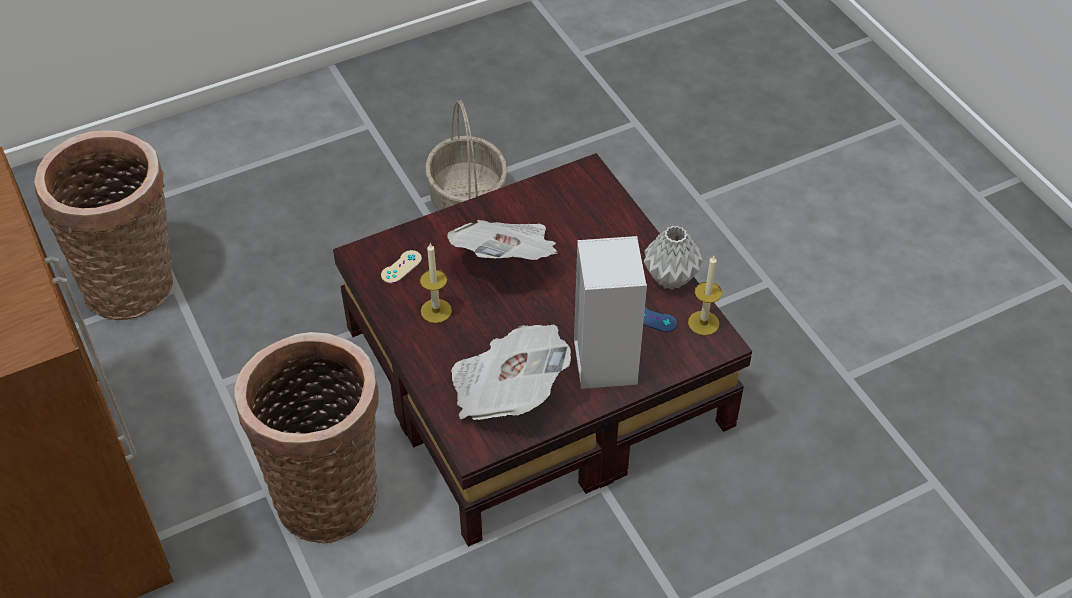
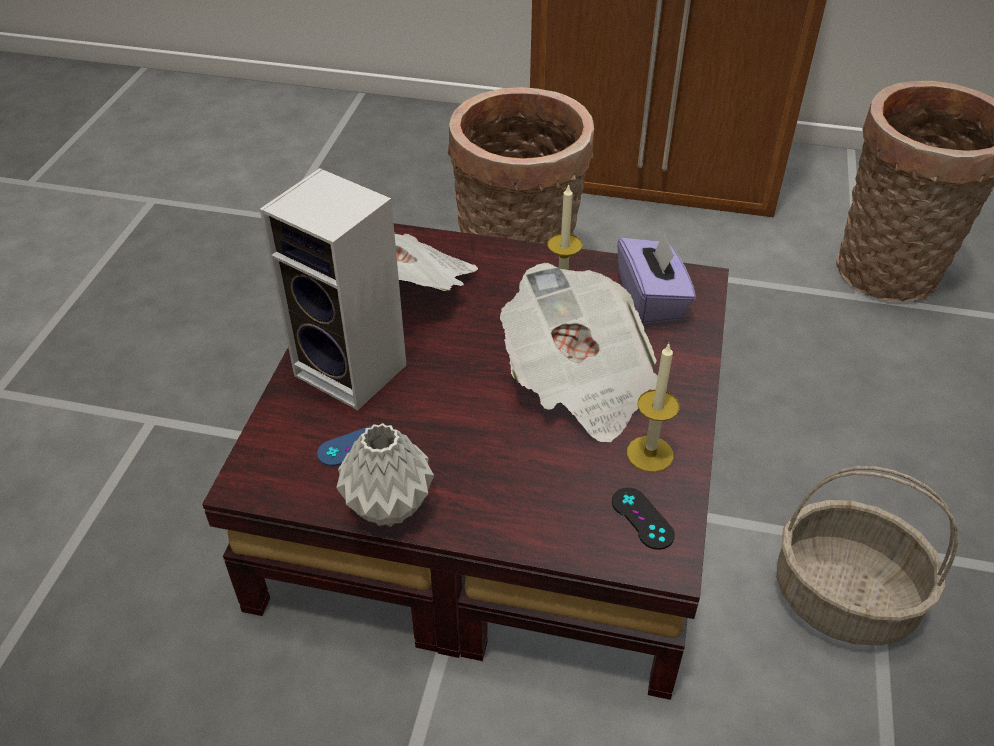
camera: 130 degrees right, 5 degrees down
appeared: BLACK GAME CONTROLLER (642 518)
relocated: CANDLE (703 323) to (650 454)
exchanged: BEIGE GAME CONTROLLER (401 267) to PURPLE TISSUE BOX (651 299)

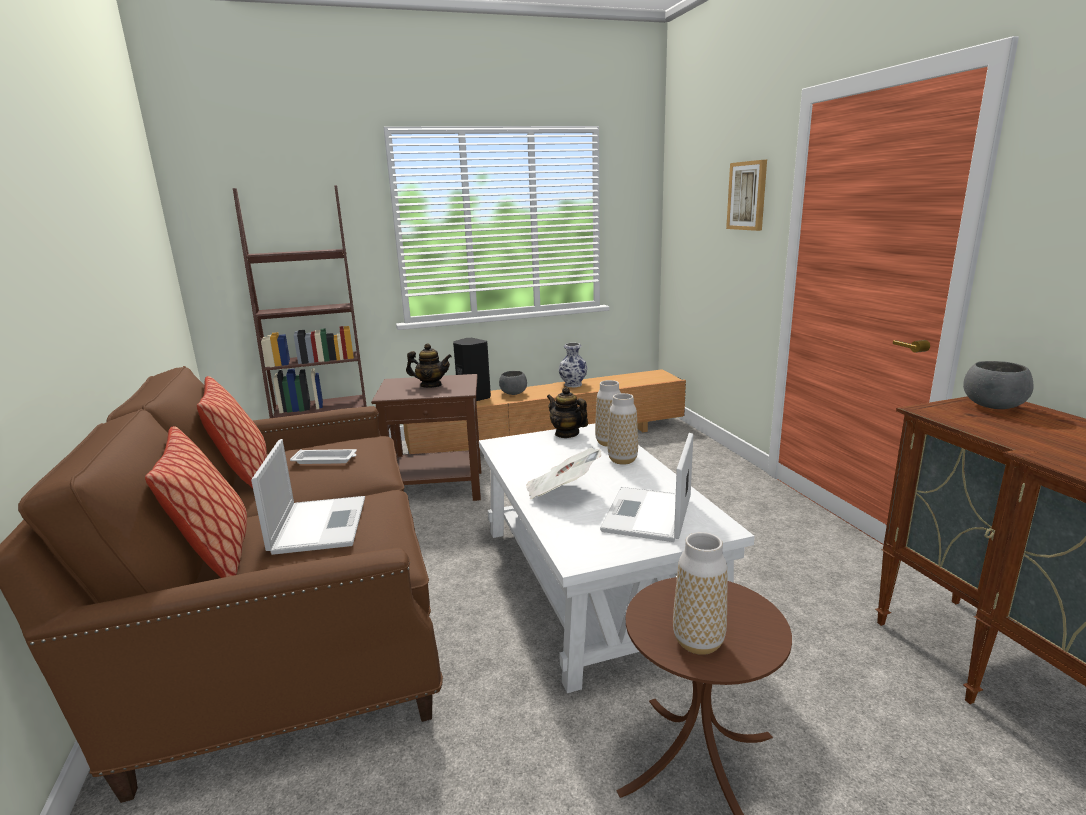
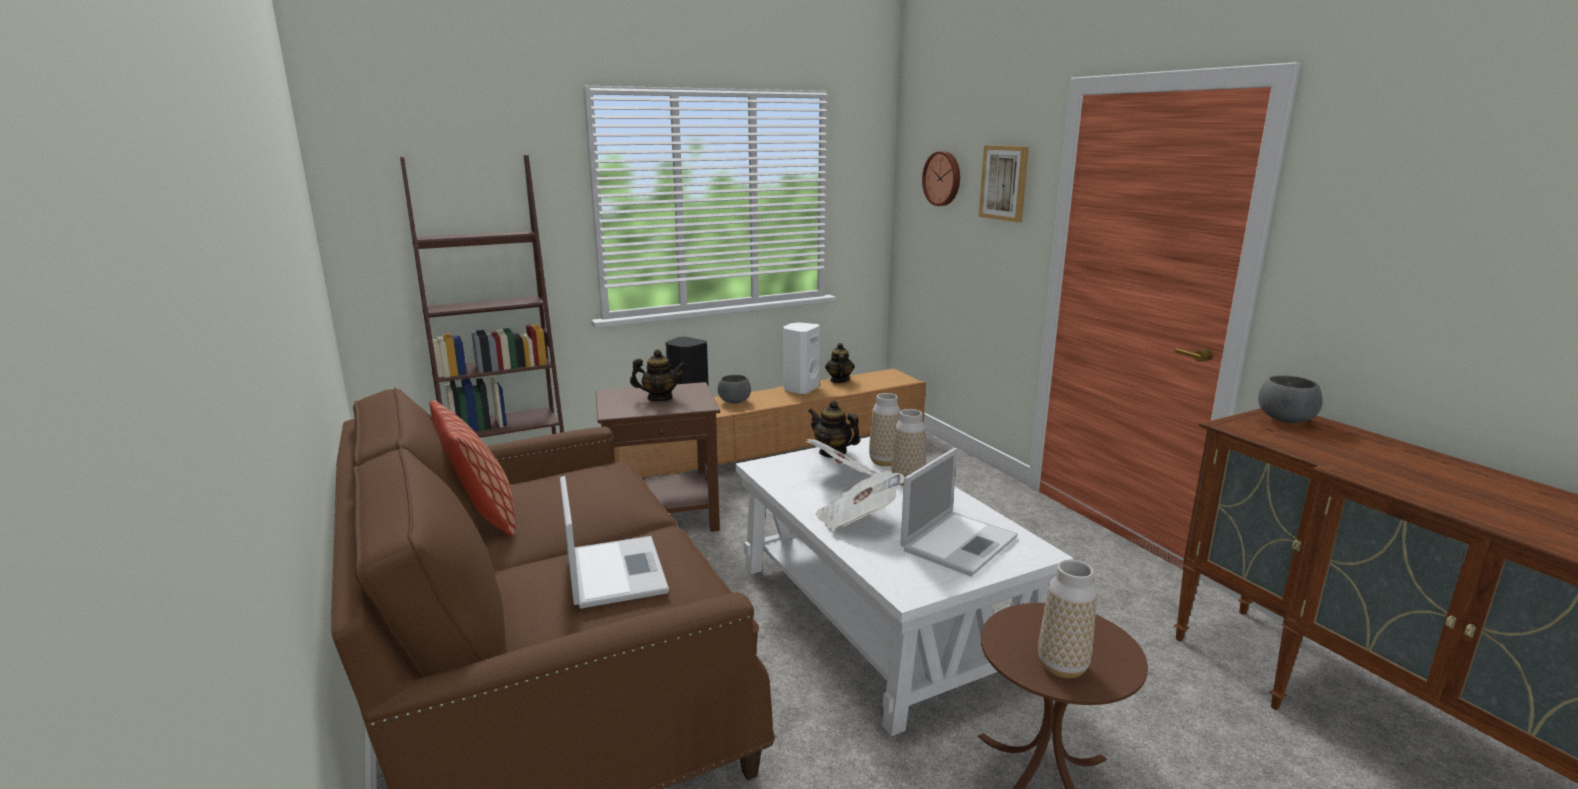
camera: 10 degrees left, 0 degrees up
missing: PILLOW (217 556); WHITE TRAY (326 460)
appeared: WALL CLOCK (943 178); TEAPOT (839 380); NEWSPAPER (843 476)
exchanged: VASE (573 384) to WHITE SPEAKER (800 389)
spun: LAPTOP (647 515) = (960 542) 150 degrees counterclockwise

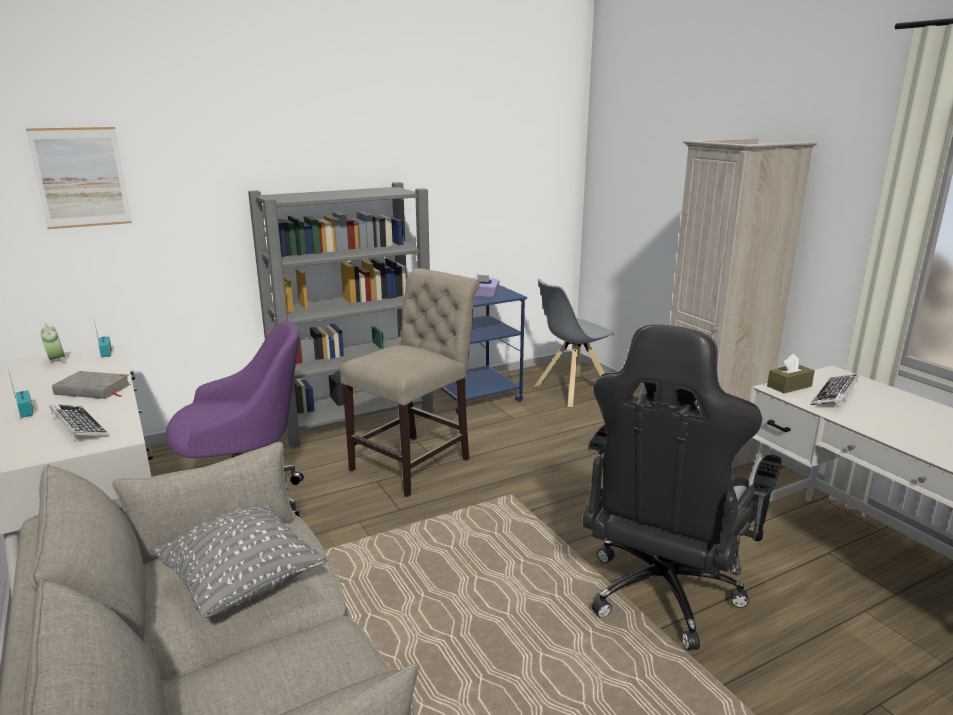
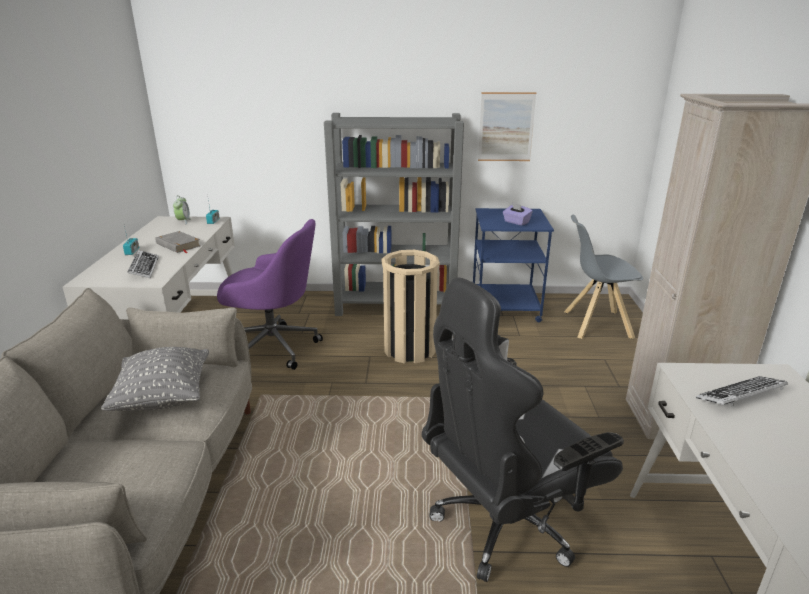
camera: 30 degrees right, 5 degrees up
missing: BROWN TISSUE BOX (789 386)
relocated: PICTURE (81 177) to (506 127)
exchanged: BEIGE CHAIR (416 462) to BEIGE TRASH CAN (410 350)

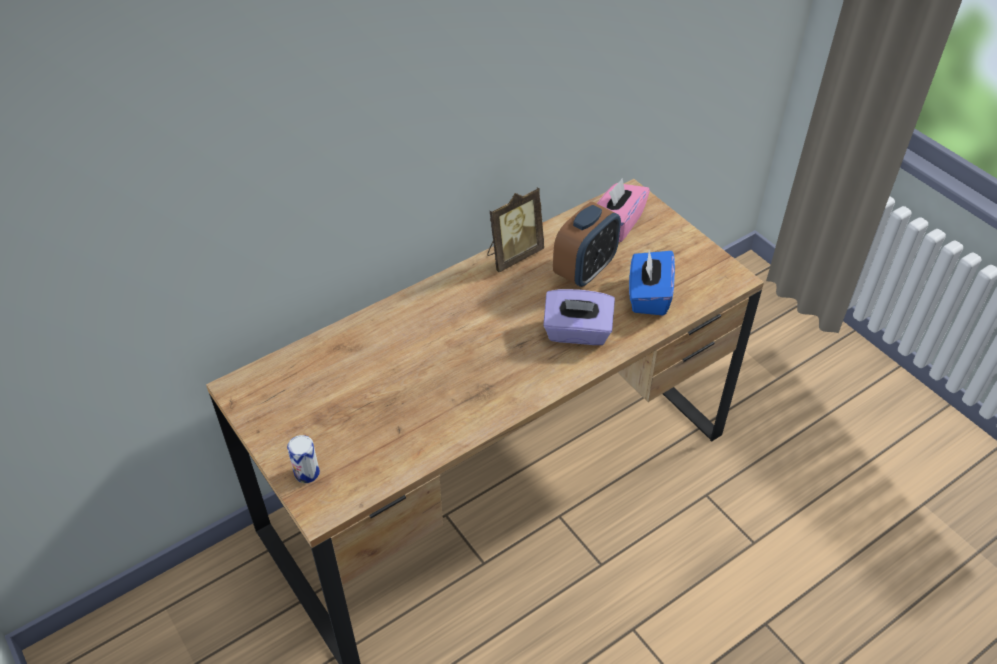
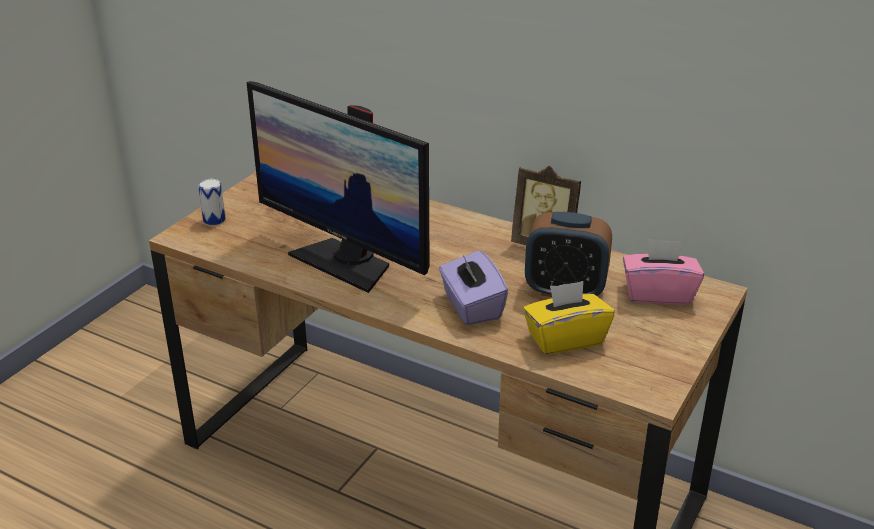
camera: 65 degrees right, 15 degrees down
appeared: MONITOR (346 261)
colour: BLUE TISSUE BOX (648 296) to YELLOW TISSUE BOX (565 339)

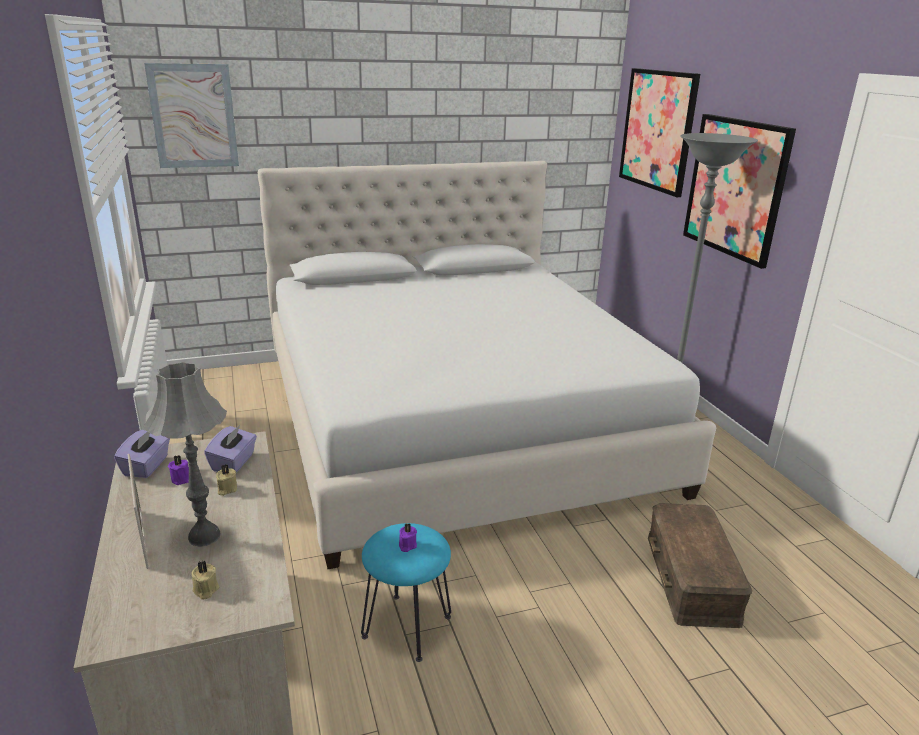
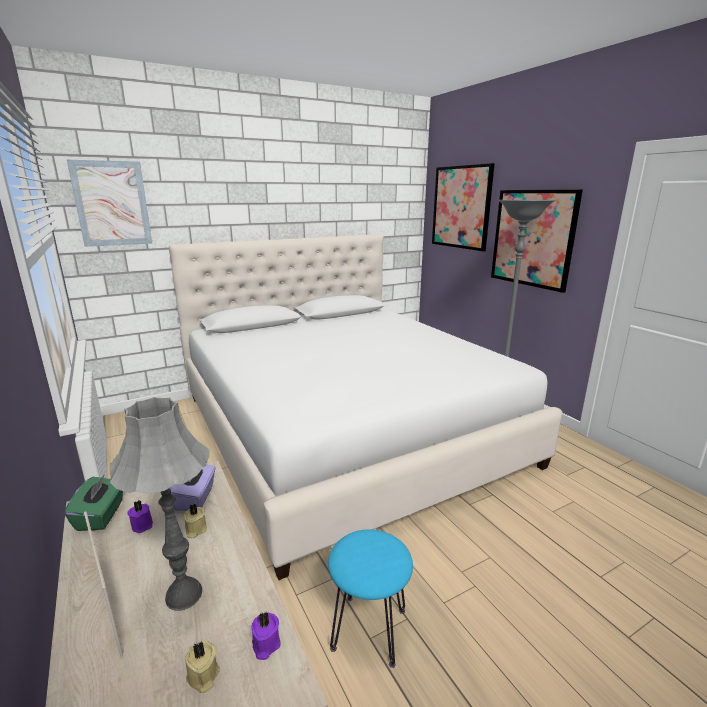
camera: 10 degrees left, 5 degrees down
missing: BROWN STORAGE BOX (693 578)
relocated: PURPLE CANDLE (407 545) to (265 645)
colour: PURPLE TISSUE BOX (146 466) to GREEN TISSUE BOX (101 515)

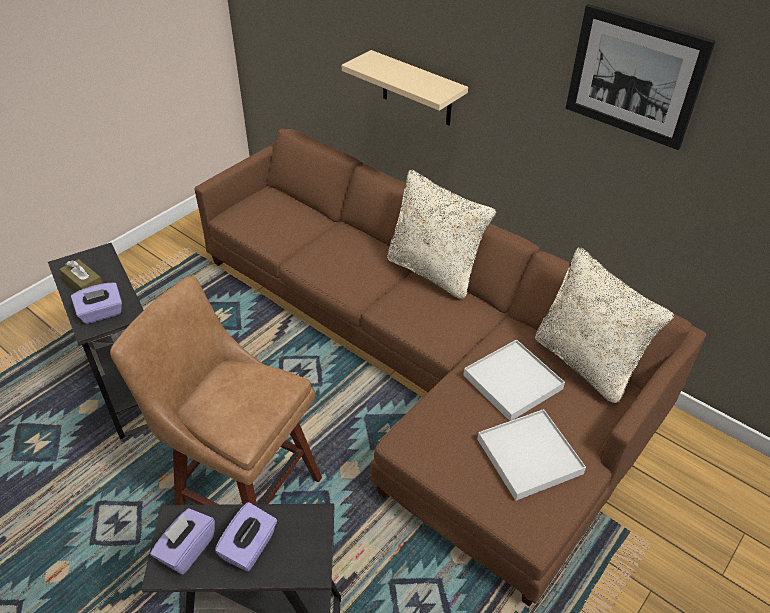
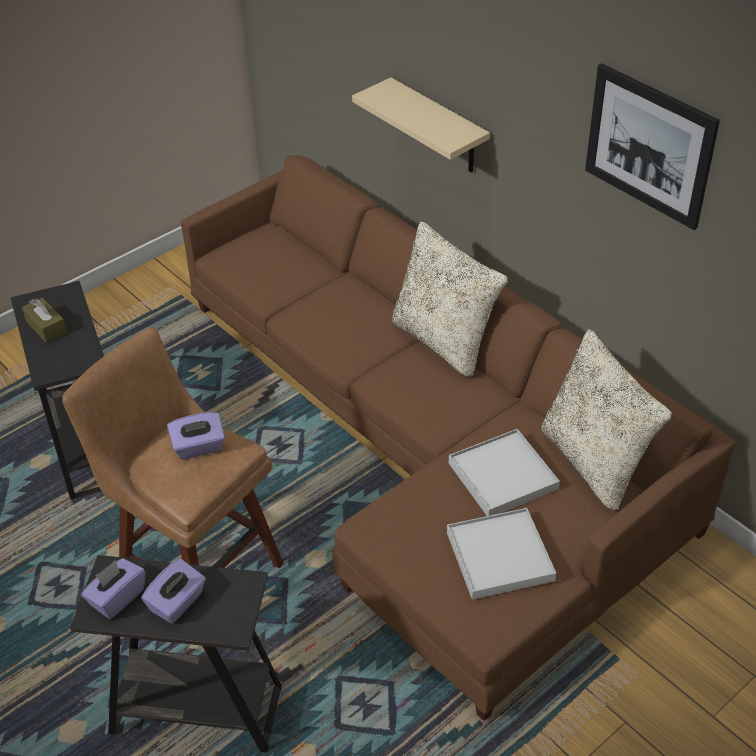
camera: 10 degrees right, 0 degrees up
relocated: PURPLE TISSUE BOX (101 313) to (198 447)

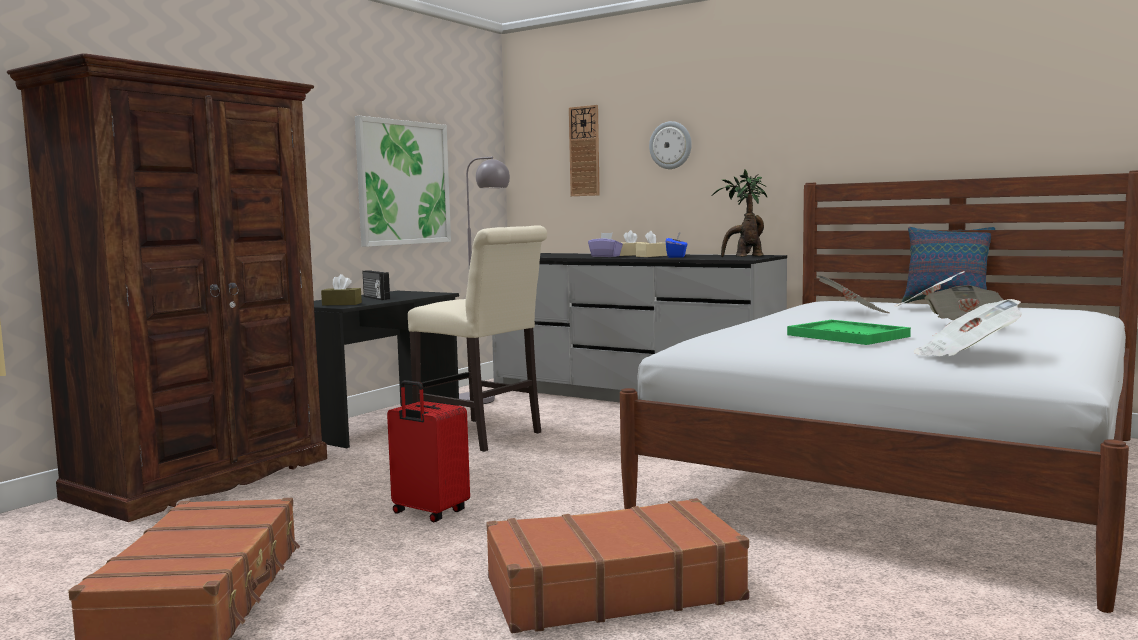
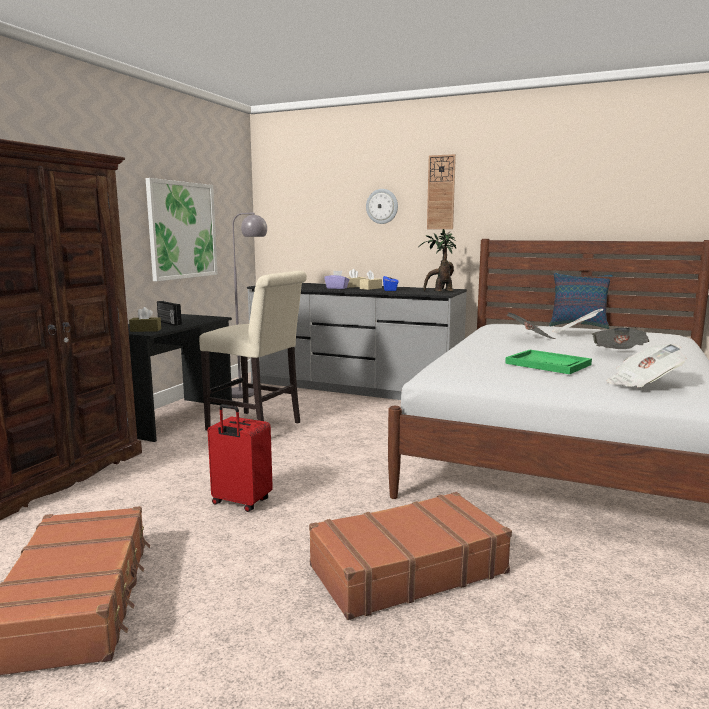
camera: 10 degrees left, 5 degrees up
relocated: WALL CLOCK (584 151) to (441 192)

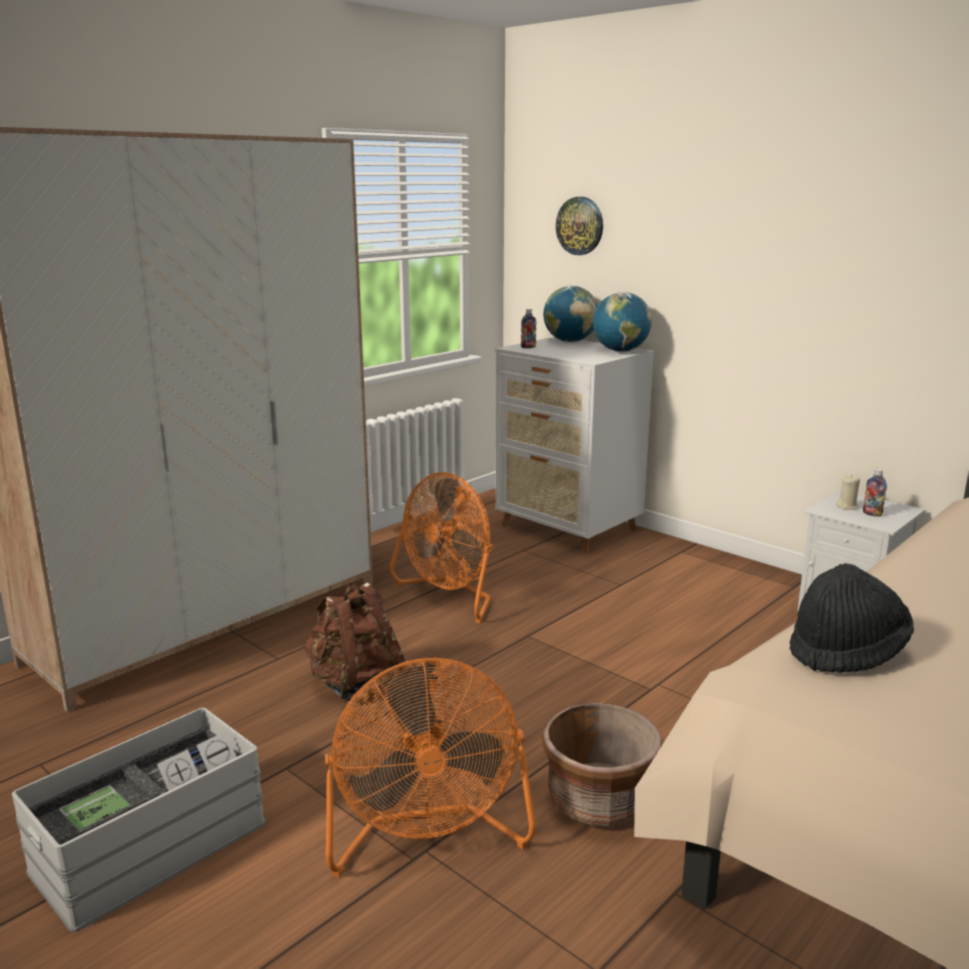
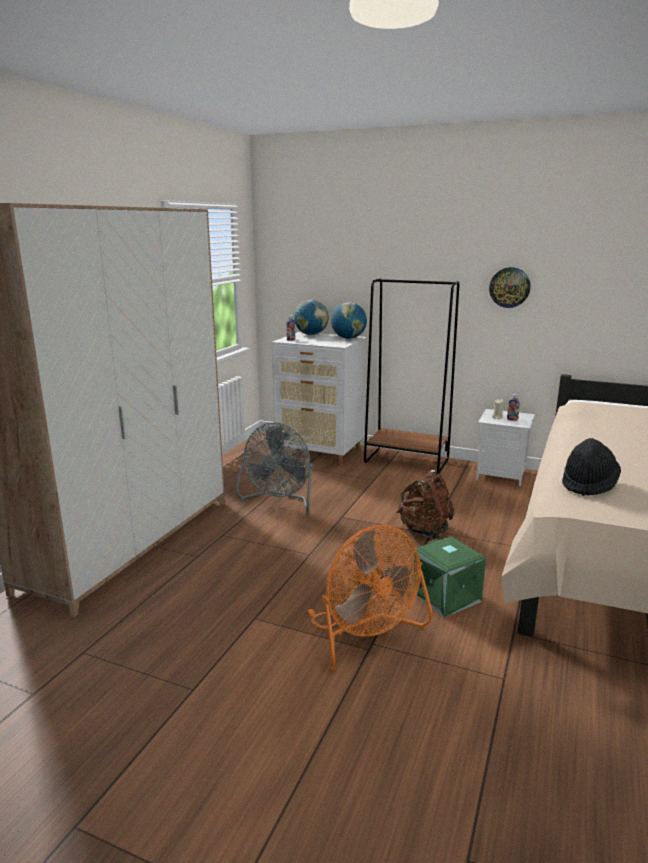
camera: 20 degrees left, 0 degrees up
missing: GREY STORAGE BOX (150 844)
appeared: CLOTHES RACK (406 461)
relocated: WALL CLOCK (580 226) to (509 287); BROWN BACKPACK (355 684) to (424 531)
exchanged: BROWN PLANTER (598 801) to GREEN STORAGE BOX (444 597)
colour: ORANGE FAN (452 594) to GREY FAN (279 500)

